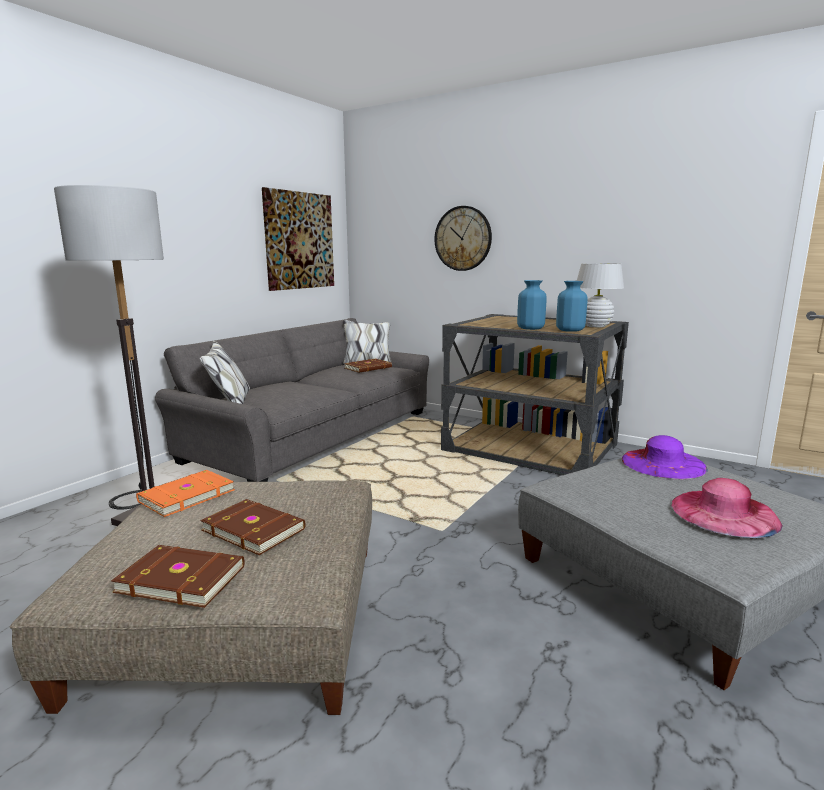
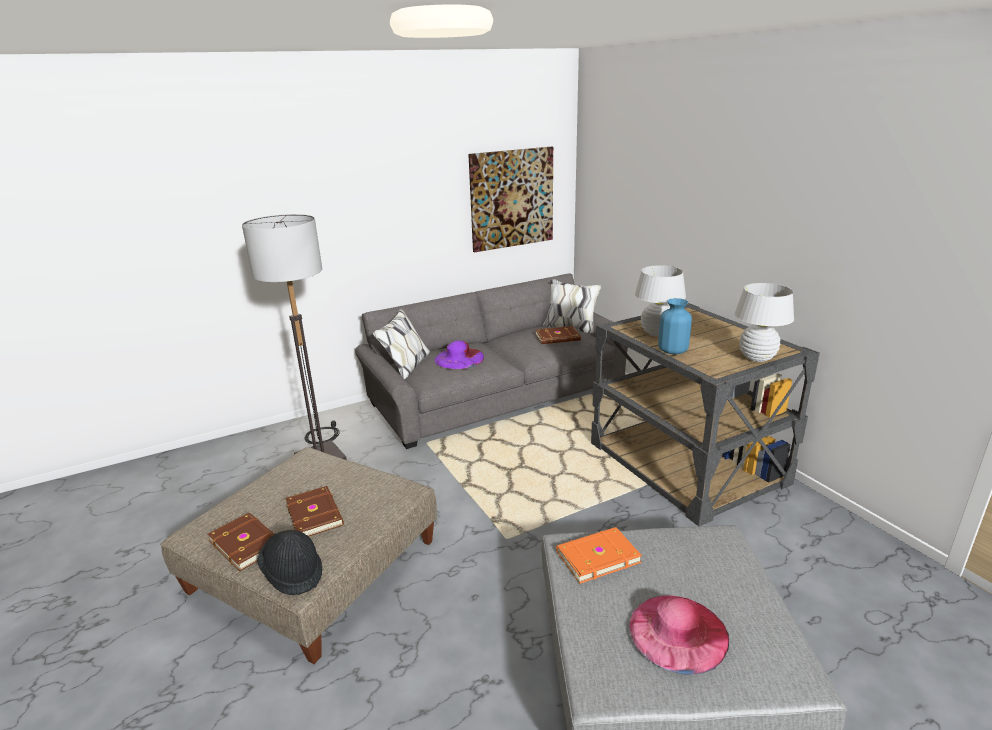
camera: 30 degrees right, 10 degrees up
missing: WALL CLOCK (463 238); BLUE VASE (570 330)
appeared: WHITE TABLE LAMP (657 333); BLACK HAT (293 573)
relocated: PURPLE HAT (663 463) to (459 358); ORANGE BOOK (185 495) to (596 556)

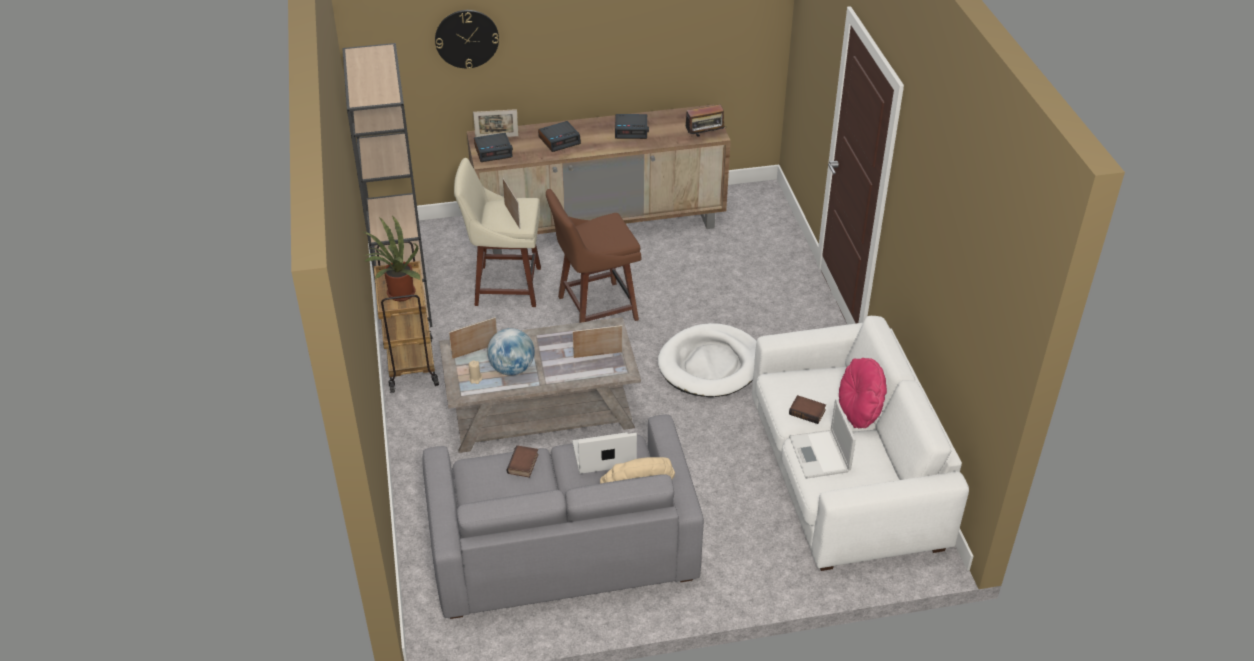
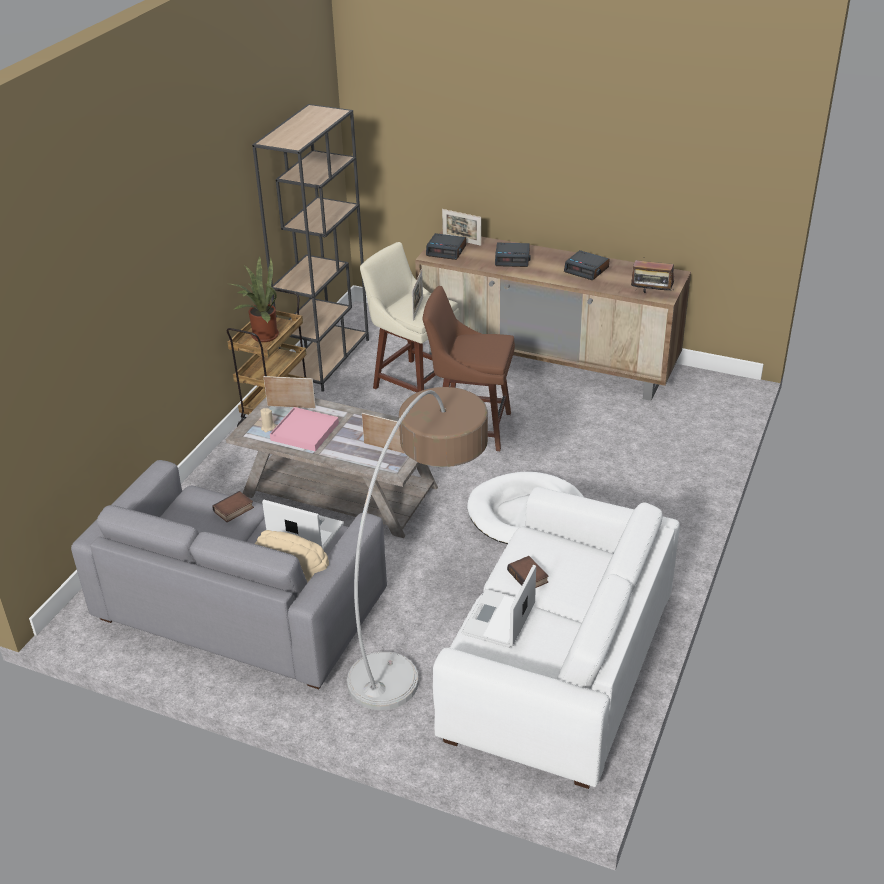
camera: 35 degrees right, 5 degrees down
missing: WALL CLOCK (466 38); PINK PILLOW (858 414)
appeared: FLOOR LAMP (422 617)
exchanged: GLOBE (512 369) to PINK TRAY (305 432)

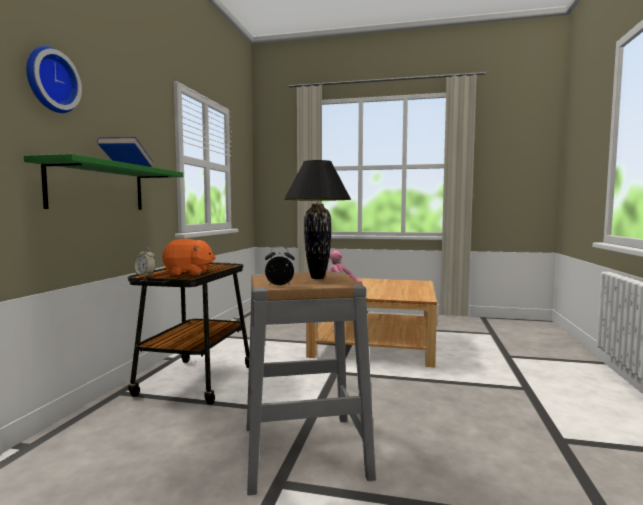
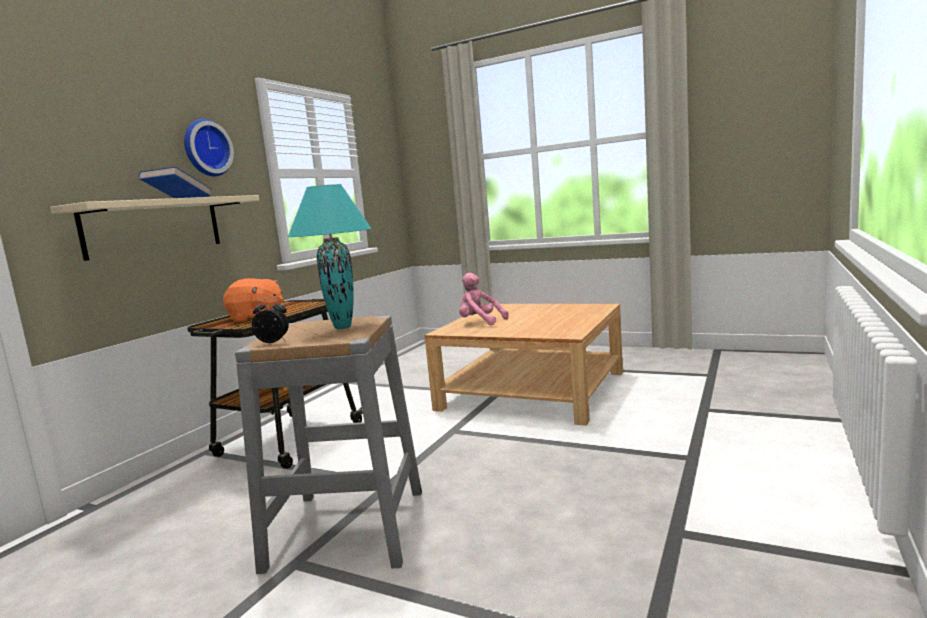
camera: 15 degrees right, 5 degrees up
missing: ALARM CLOCK (145 275)
relocated: WALL CLOCK (50 80) to (205 148)
colour: GREEN SHELF (98 187) to BEIGE SHELF (154 227); BLACK TABLE LAMP (317 278) to TURQUOISE TABLE LAMP (342 327)

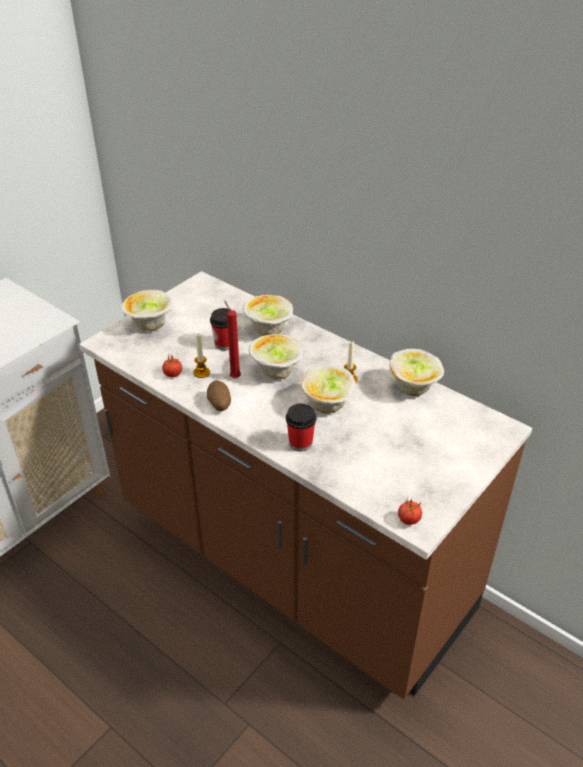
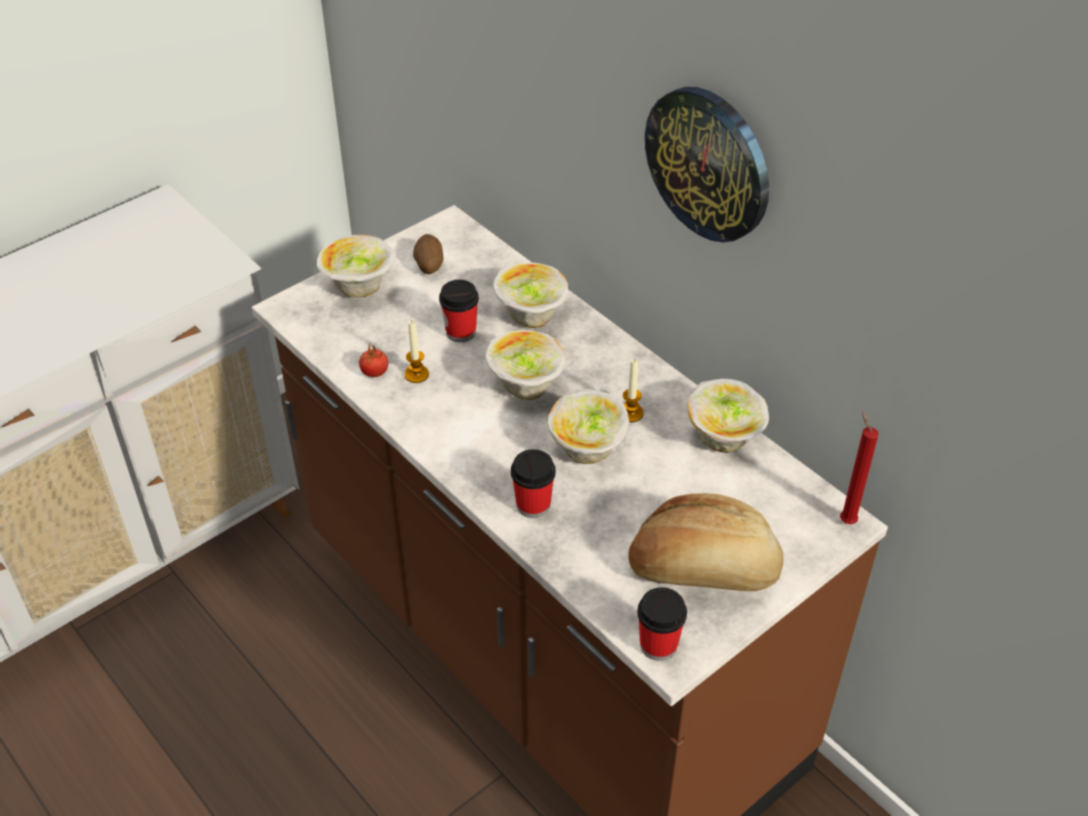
camera: 10 degrees right, 5 degrees up
appeared: WALL CLOCK (709 163); BREAD (703 569)
relocated: RED CANDLE (234 377) to (845 520); POTATO (219 404) to (429 266)
exchanged: TOMATO (408 520) to CUP (658 645)

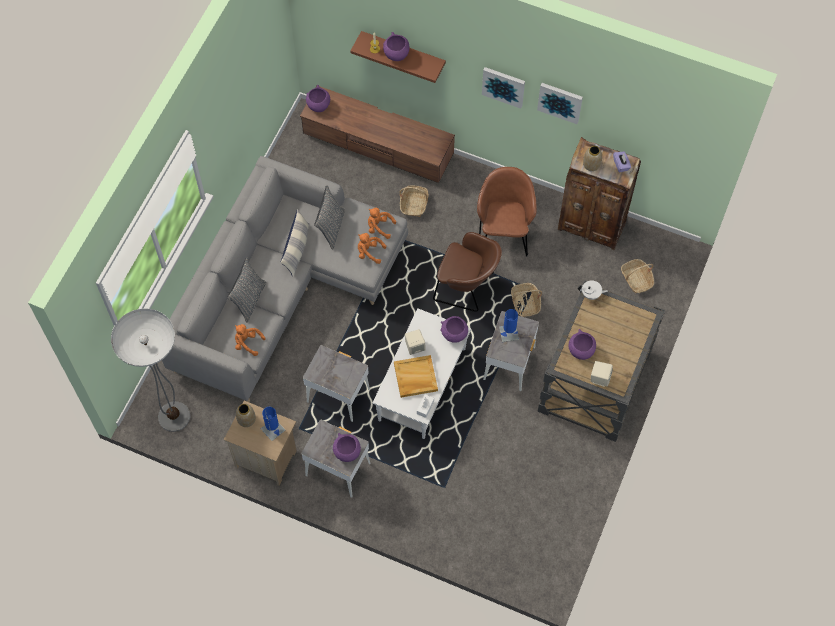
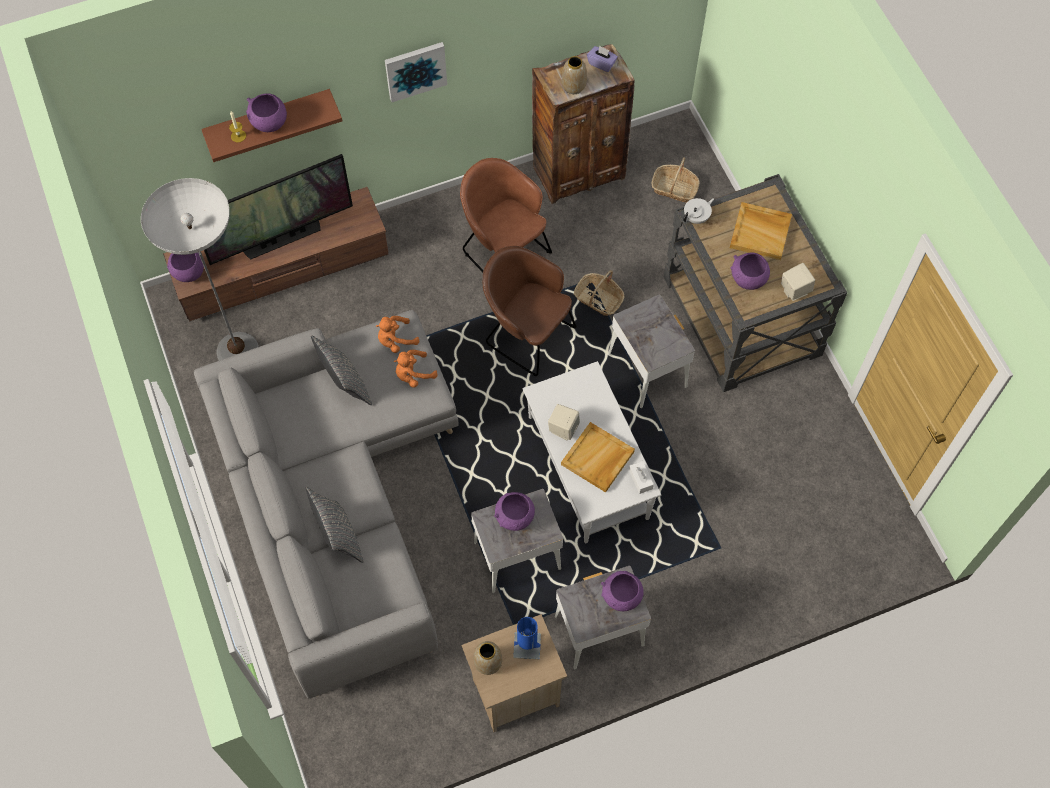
camera: 45 degrees left, 0 degrees up
missing: PICTURE (560 102); BASKET (414 204); PILLOW (296 249); BLUE TABLE LAMP (509 333); ORANGE PLUSH TOY (247 343)
appeared: TELEVISION (282 238); BEIGE TRAY (761 232)
relocated: FLOOR LAMP (174 416) to (238 351); PURPLE BOWL (454 334) to (515 518)
spun: BROWN ARMCHAIR (466 288) = (527 334) 120 degrees counterclockwise

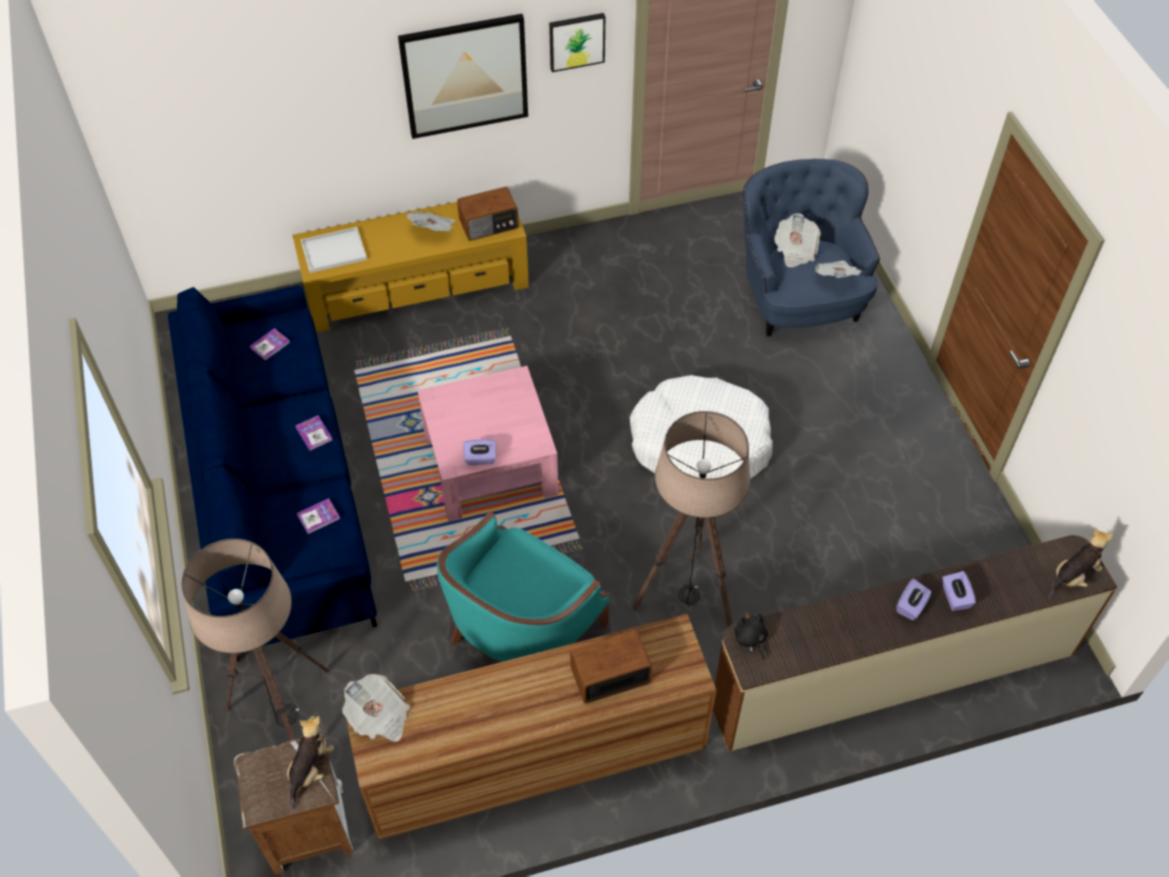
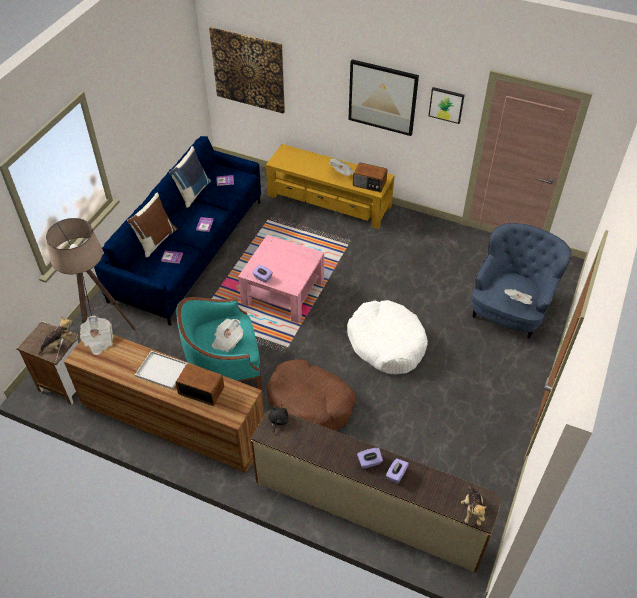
camera: 40 degrees right, 5 degrees down
appeared: PICTURE (248 70); BLUE PILLOW (193 192); BROWN PILLOW (156 240)
relocated: NEWSPAPER (795 250) to (227 341); WHITE TRAY (335 250) to (163 370)
exchanged: FLOOR LAMP (687 594) to BROWN DOG BED (310 403)
spun: PLUSH TOY (1073 576) = (472 510) 90 degrees clockwise

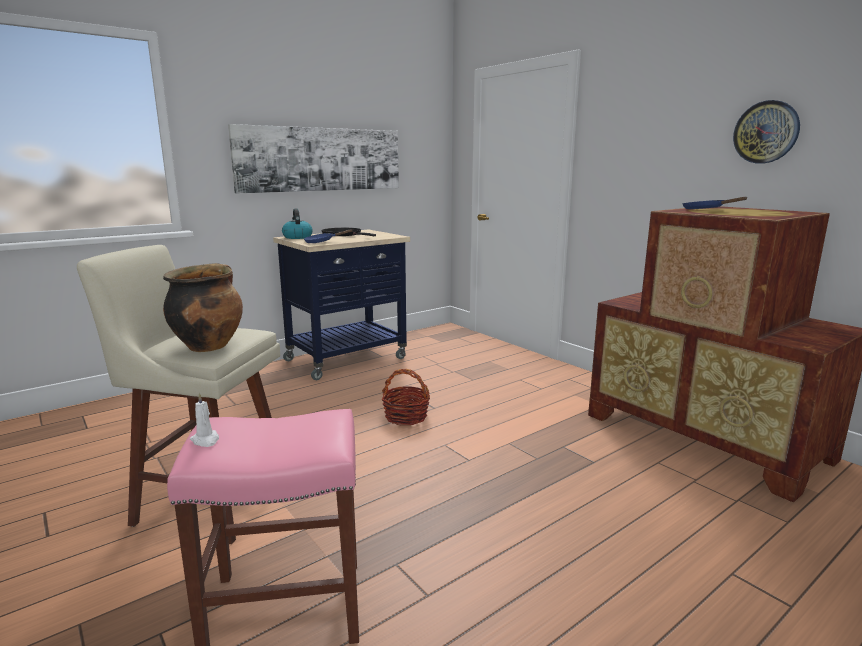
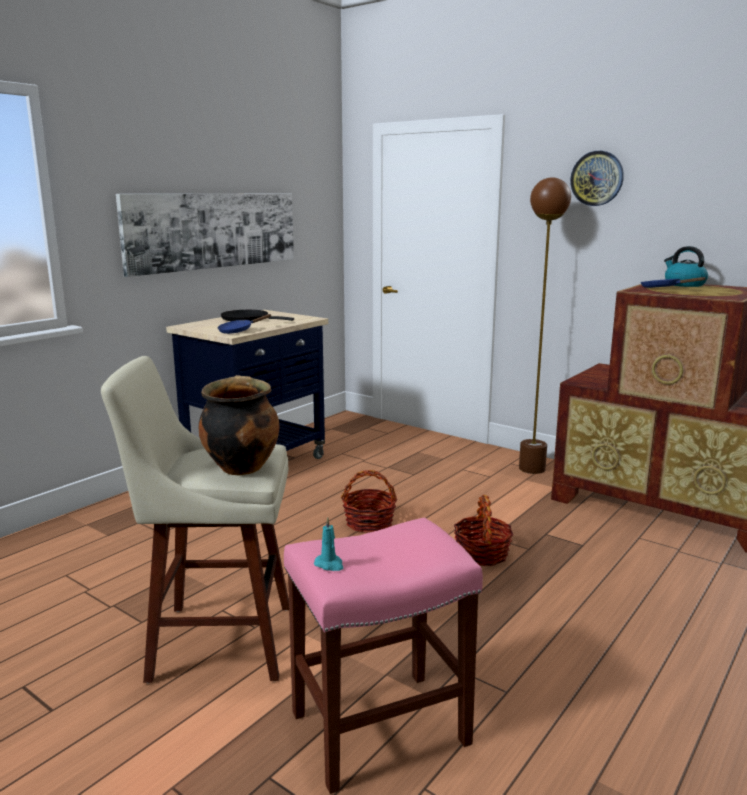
camera: 15 degrees left, 0 degrees up
appeared: BROWN FLOOR LAMP (532 469); BASKET (482 554)
relocated: WALL CLOCK (766 132) to (597 178); KETTLE (297 237) to (684 284)
colour: WHITE CANDLE (205 440) to TURQUOISE CANDLE (329 565)

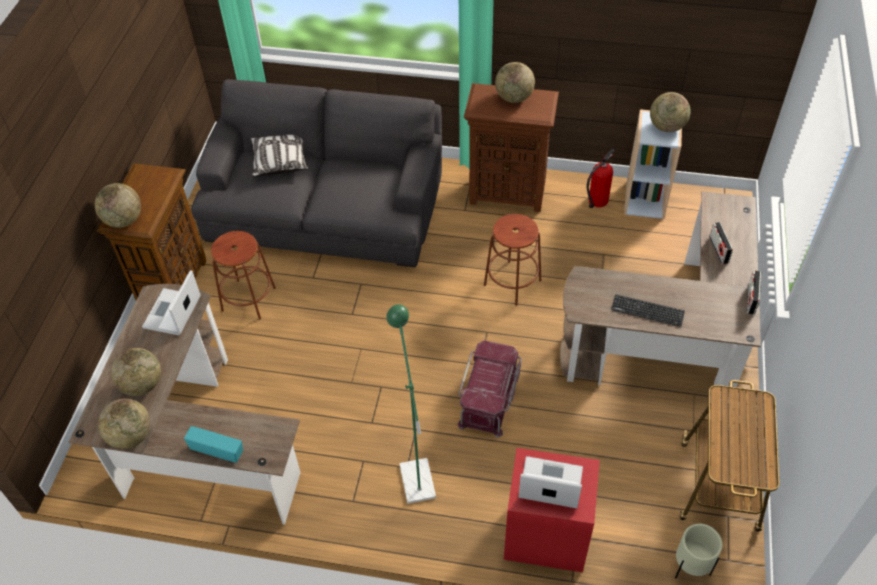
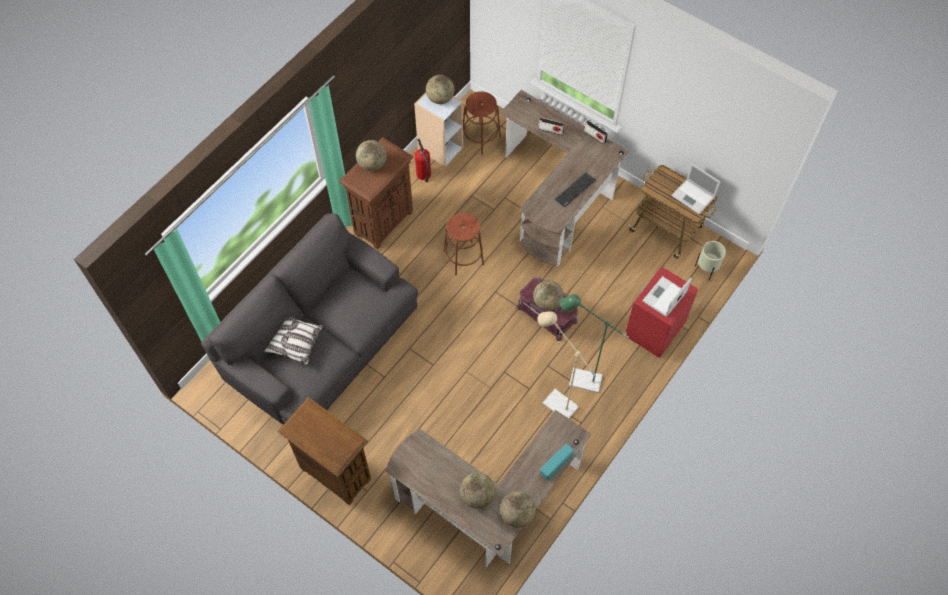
camera: 65 degrees left, 10 degrees up
appeared: BEIGE FLOOR LAMP (555 401)
relocated: GLOBE (124 220) to (547 302); BROWN STOOL (248 299) to (480 138); LAPTOP (172 313) to (693 197)

